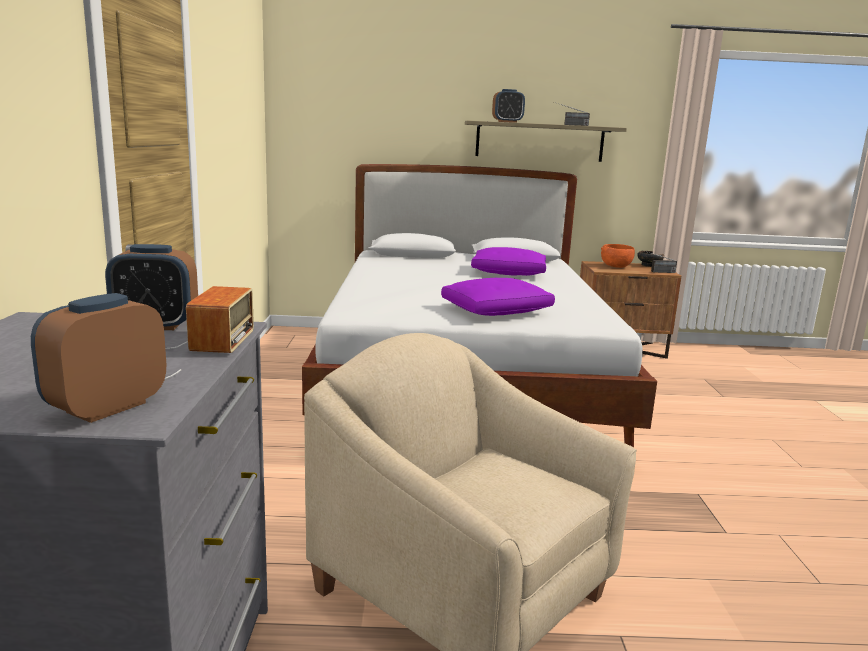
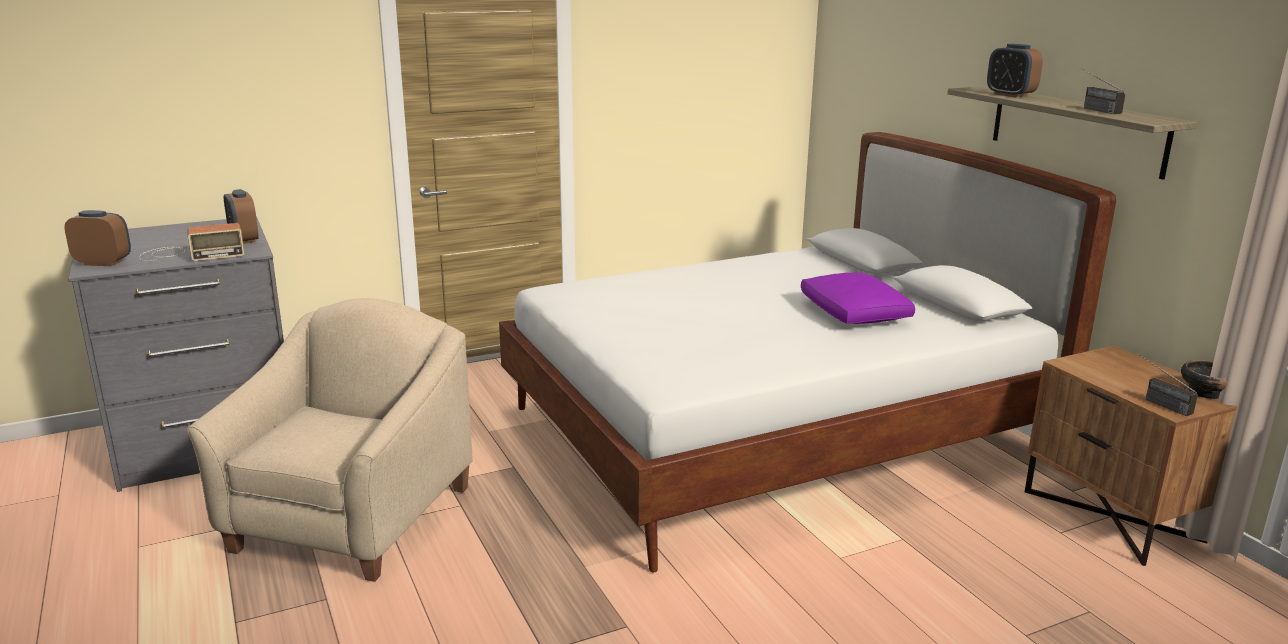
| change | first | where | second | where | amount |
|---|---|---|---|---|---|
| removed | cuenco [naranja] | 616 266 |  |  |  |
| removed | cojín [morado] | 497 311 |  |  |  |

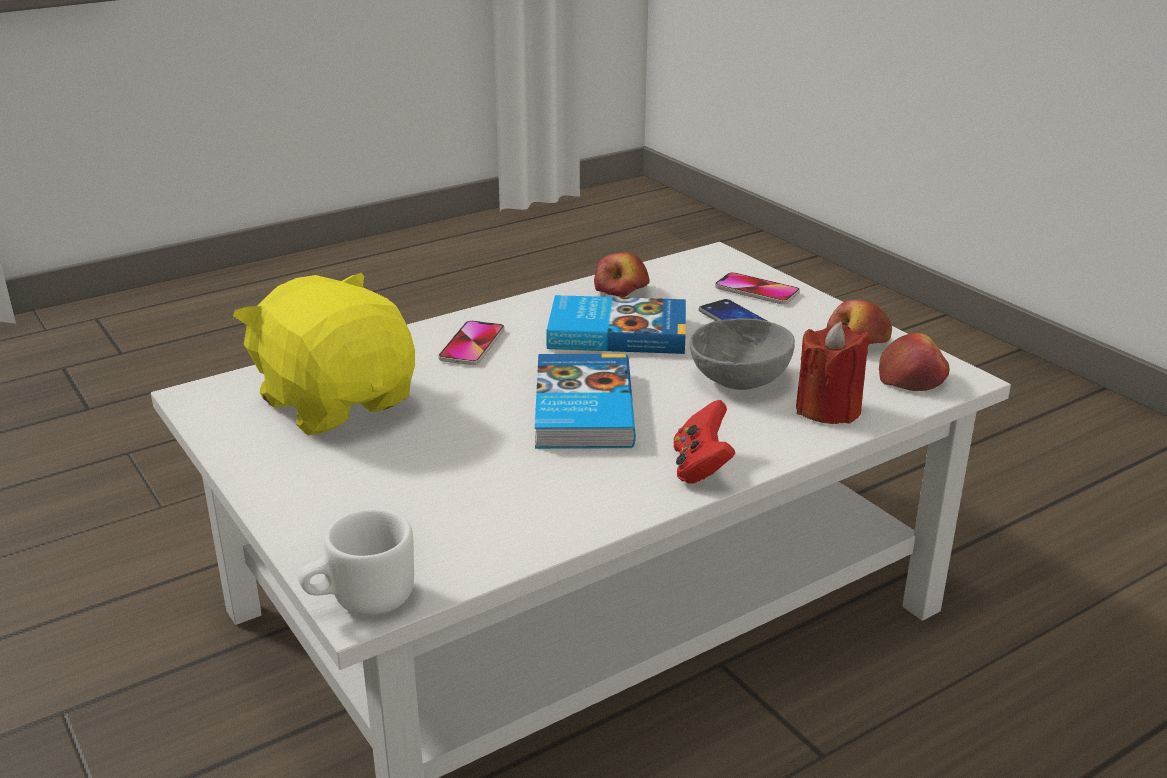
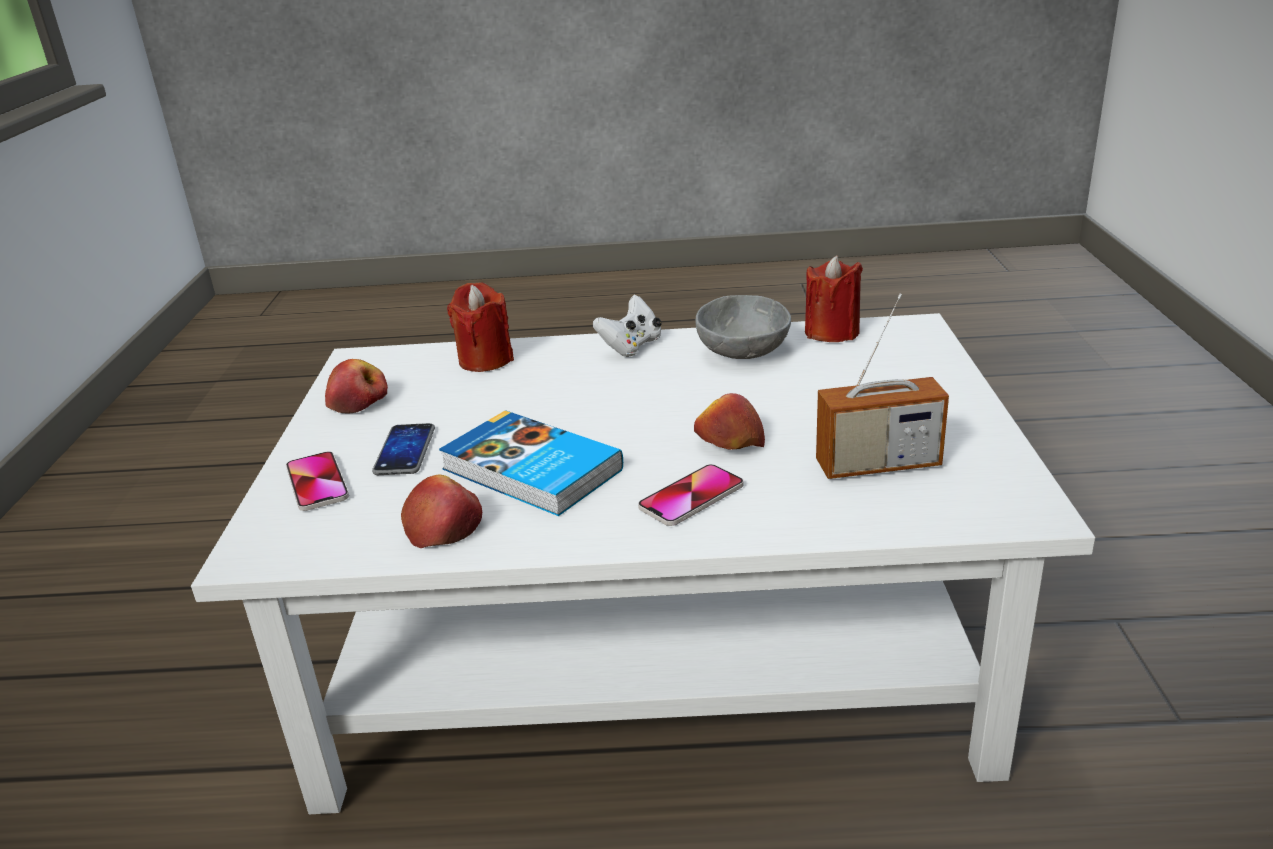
| change | first | where | second | where | amount |
|---|---|---|---|---|---|
| replaced | peluche [amarillo] | 337 402 | radio | 878 465 |  |
| moved | cuenco [gris] | 737 379 |  | 745 352 |  |
| moved | manzana | 913 378 |  | 728 442 |  |
| removed | libro | 580 409 |  |  |  |
| recoloured | mando de consola [rojo] | 700 467 | mando de consola [blanco] | 631 346 |  |
| removed | taza grande [blanco] | 360 600 |  |  |  |
| added |  |  | vela [rojo] | 832 332 |  |

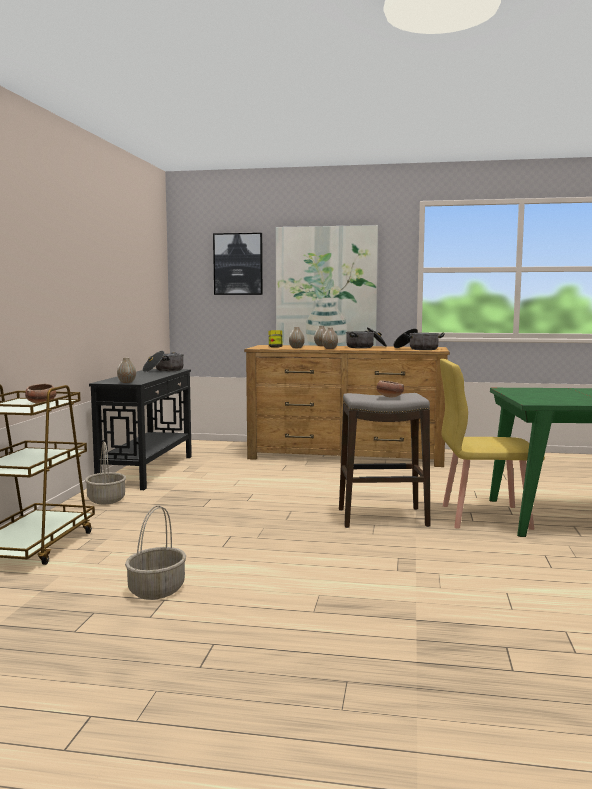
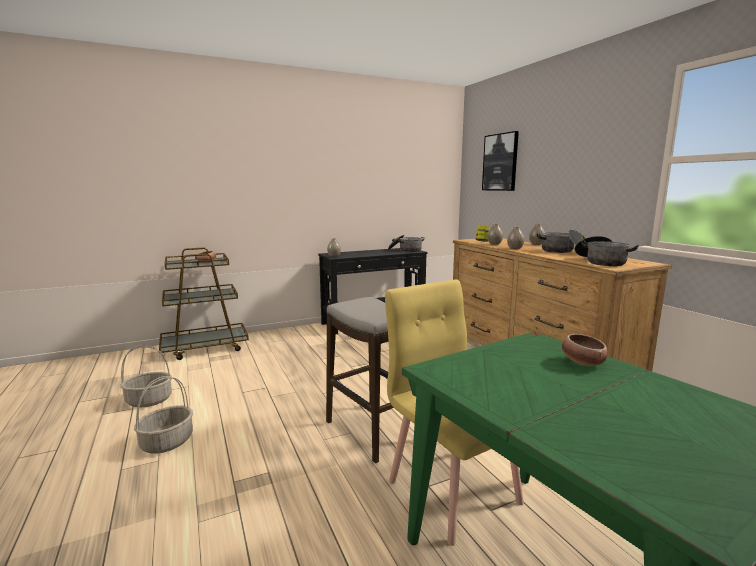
| change | first | where | second | where | amount |
|---|---|---|---|---|---|
| removed | cuadro | 326 295 |  |  |  |
| moved | cuenco | 389 397 |  | 582 362 |  |
| moved | cesta | 106 499 |  | 167 442 |  |

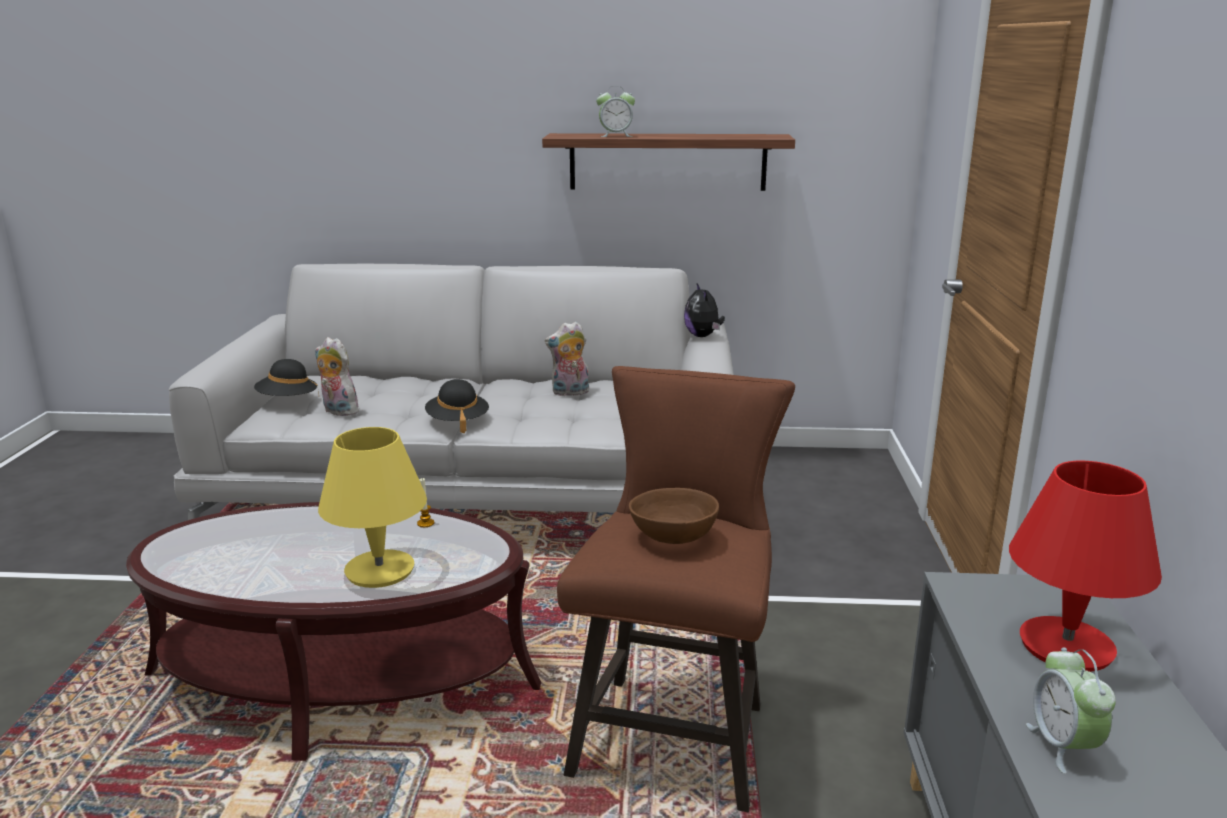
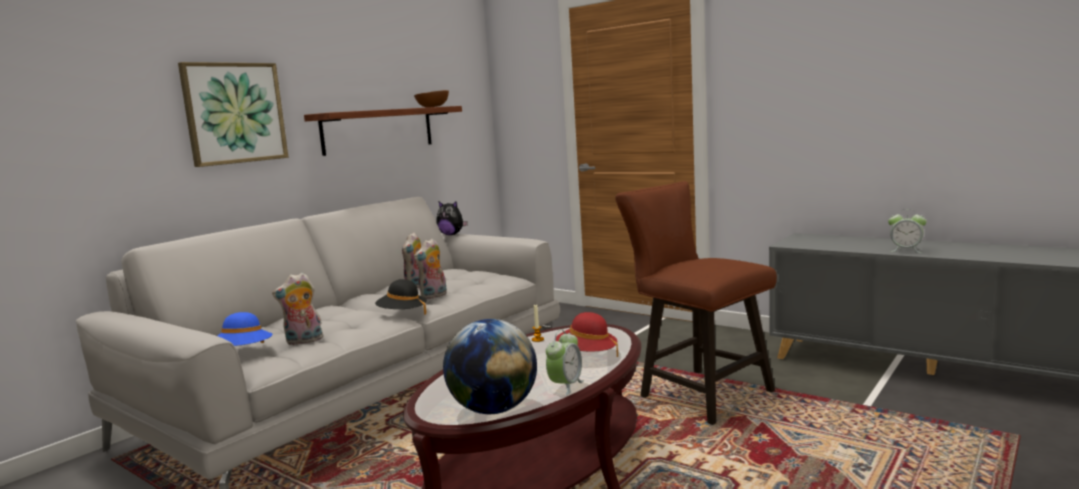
| change | first | where | second | where | amount |
|---|---|---|---|---|---|
| moved | despertador | 615 136 |  | 565 386 |  |
| recoloured | sombrero [negro] | 287 400 | sombrero [azul] | 243 353 |  |
| replaced | lámpara de mesa [amarillo] | 379 571 | sombrero [rojo] | 587 355 |  |
| removed | lámpara de mesa [rojo] | 1066 647 |  |  |  |
| moved | cuenco [marrón] | 675 537 |  | 433 107 |  |
| added |  |  | cuadro | 234 113 |  |
| added |  |  | peluche | 434 296 |  |
| added |  |  | globo terráqueo | 493 410 |  |

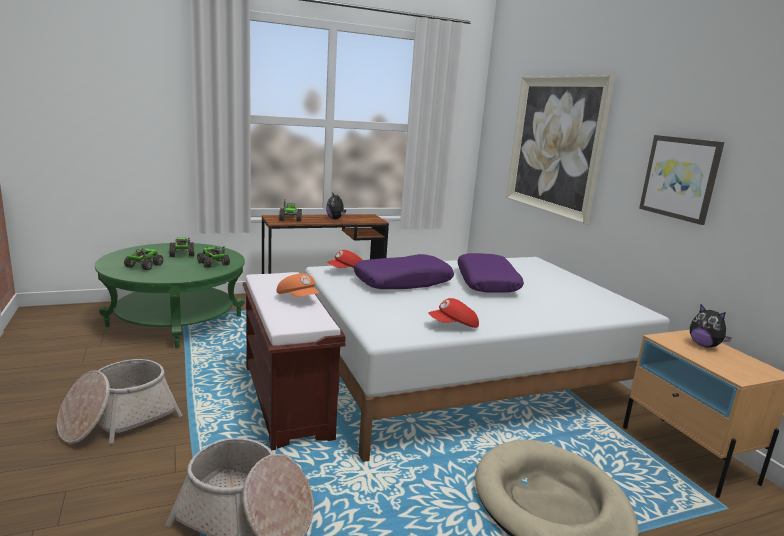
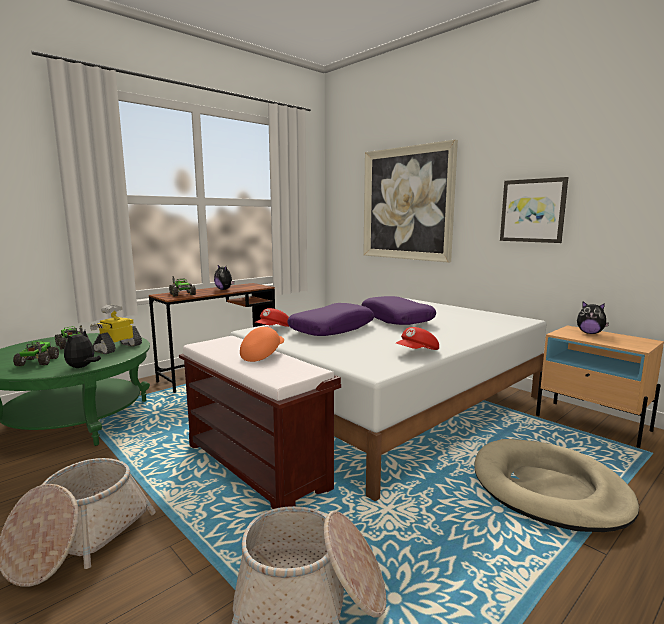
| change | first | where | second | where | amount |
|---|---|---|---|---|---|
| replaced | camión de juguete | 213 264 | robot de juguete | 117 348 |  |
| turned | gorra [naranja] | 298 298 |  | 262 355 | 90 degrees counterclockwise |
| added |  |  | peluche | 82 367 |  |

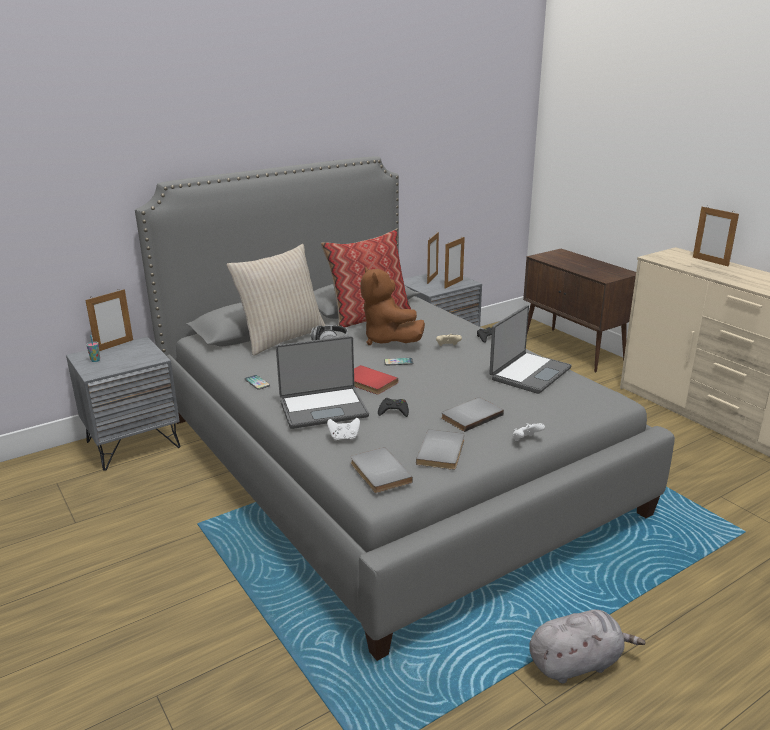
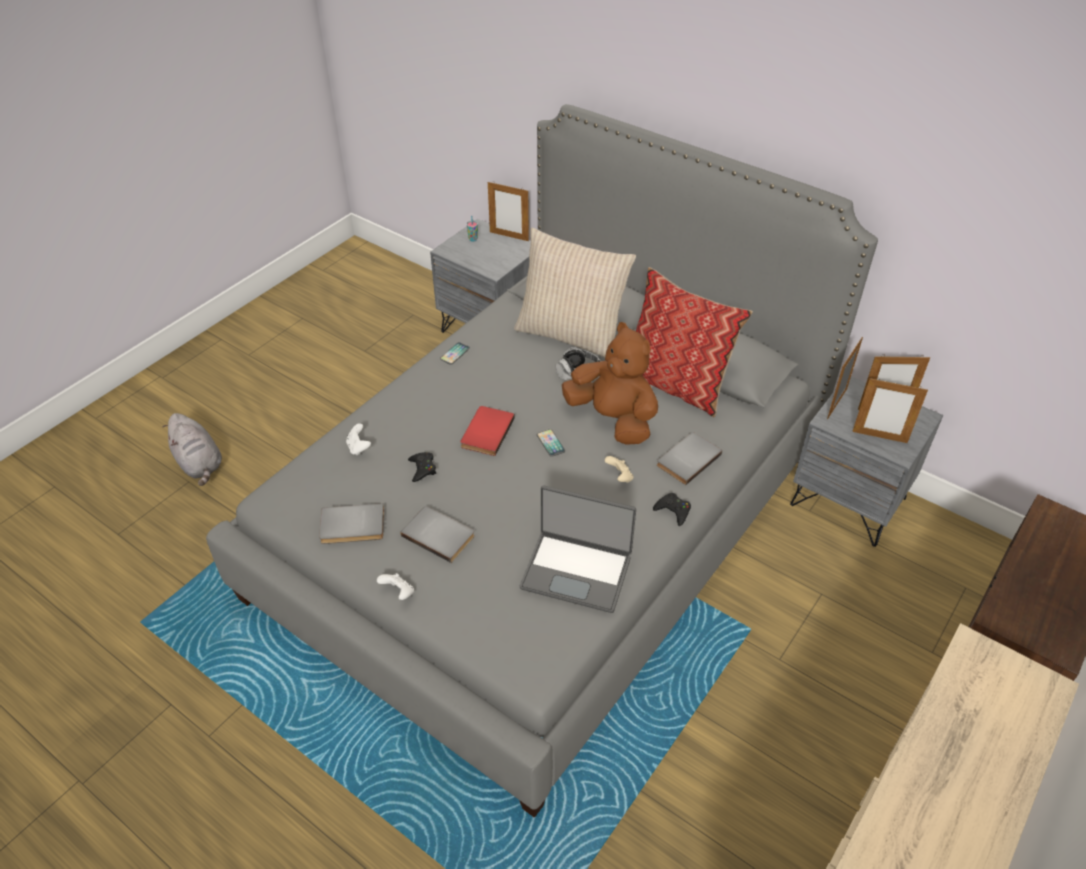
| change | first | where | second | where | amount |
|---|---|---|---|---|---|
| moved | portarretratos | 710 261 |  | 837 404 |  |
| turned | peluche [marrón] | 388 340 |  | 613 419 | 90 degrees clockwise |
| removed | portátil | 323 408 |  |  |  |
| moved | libro [gris] | 378 473 |  | 687 459 |  |
| moved | peluche [gris] | 577 663 |  | 199 464 |  |

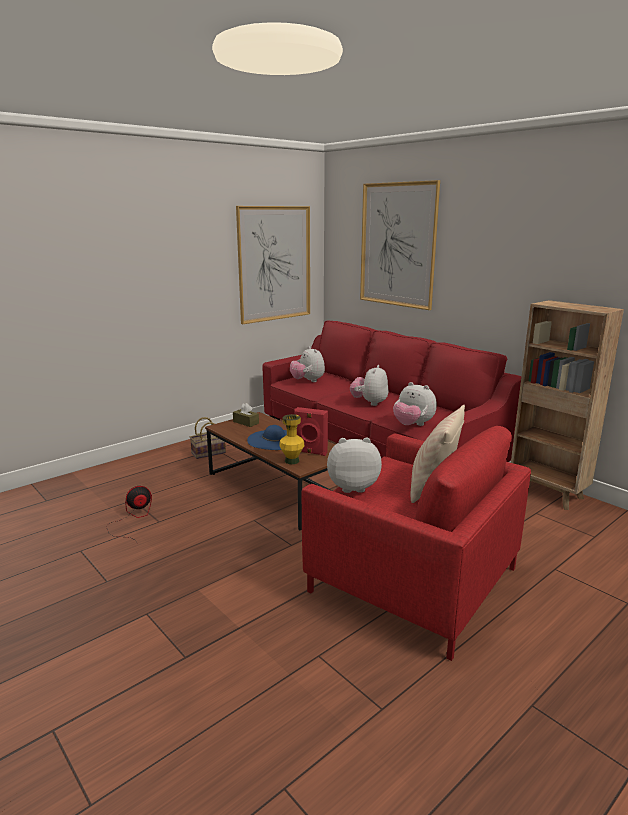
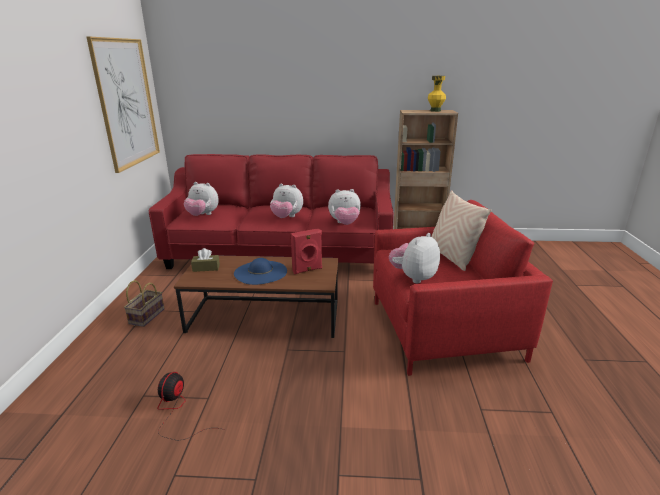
| change | first | where | second | where | amount |
|---|---|---|---|---|---|
| removed | cuadro | 397 245 |  |  |  |
| turned | peluche | 369 403 |  | 286 217 | 45 degrees counterclockwise |
| moved | florero [amarillo] | 291 461 |  | 435 111 |  |

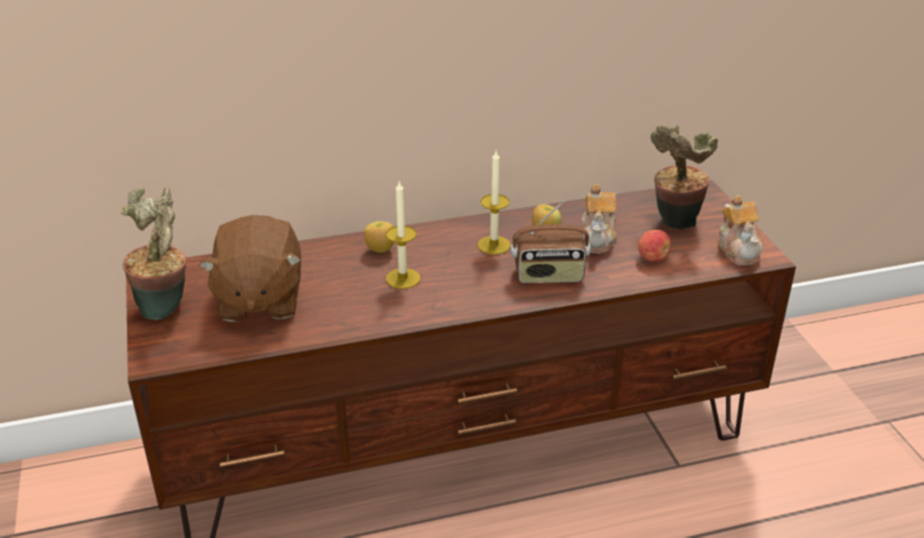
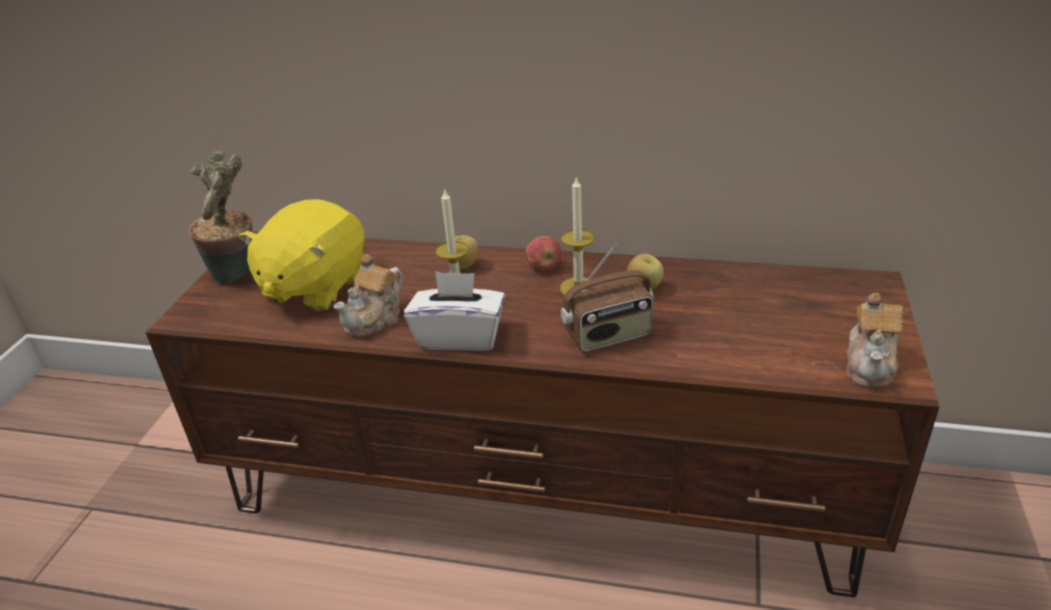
| change | first | where | second | where | amount |
|---|---|---|---|---|---|
| removed | planta en maceta | 674 223 |  |  |  |
| moved | tetera | 598 239 |  | 375 319 |  |
| turned | radio | 549 276 |  | 608 336 | 45 degrees counterclockwise |
| recoloured | peluche [marrón] | 259 300 | peluche [amarillo] | 314 287 |  |
| moved | manzana | 653 258 |  | 544 267 |  |
| added |  |  | caja de pañuelos [blanco] | 460 336 |  |

